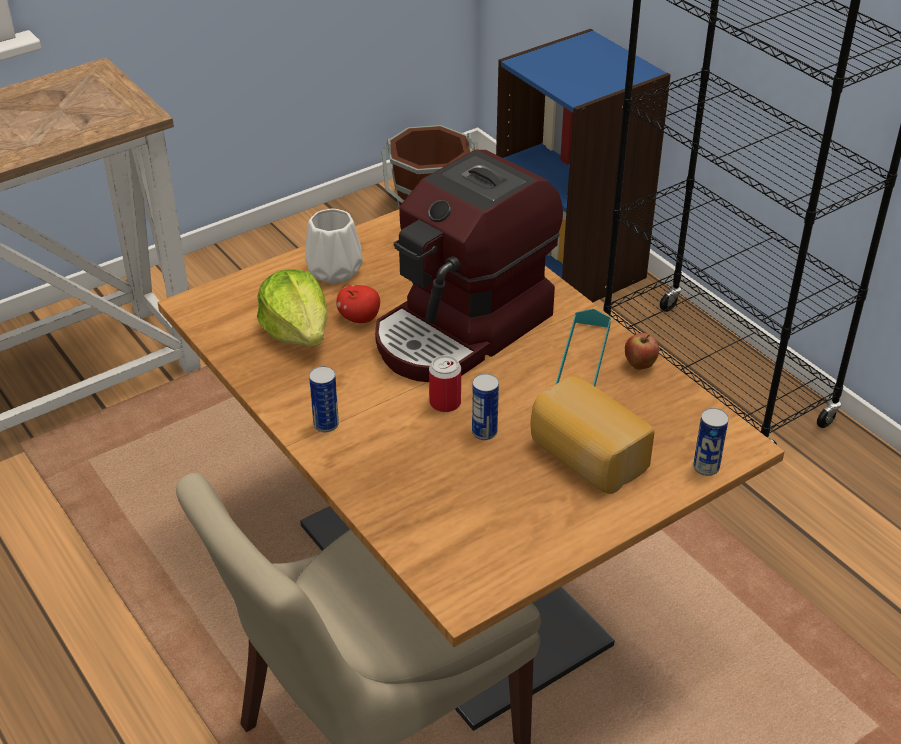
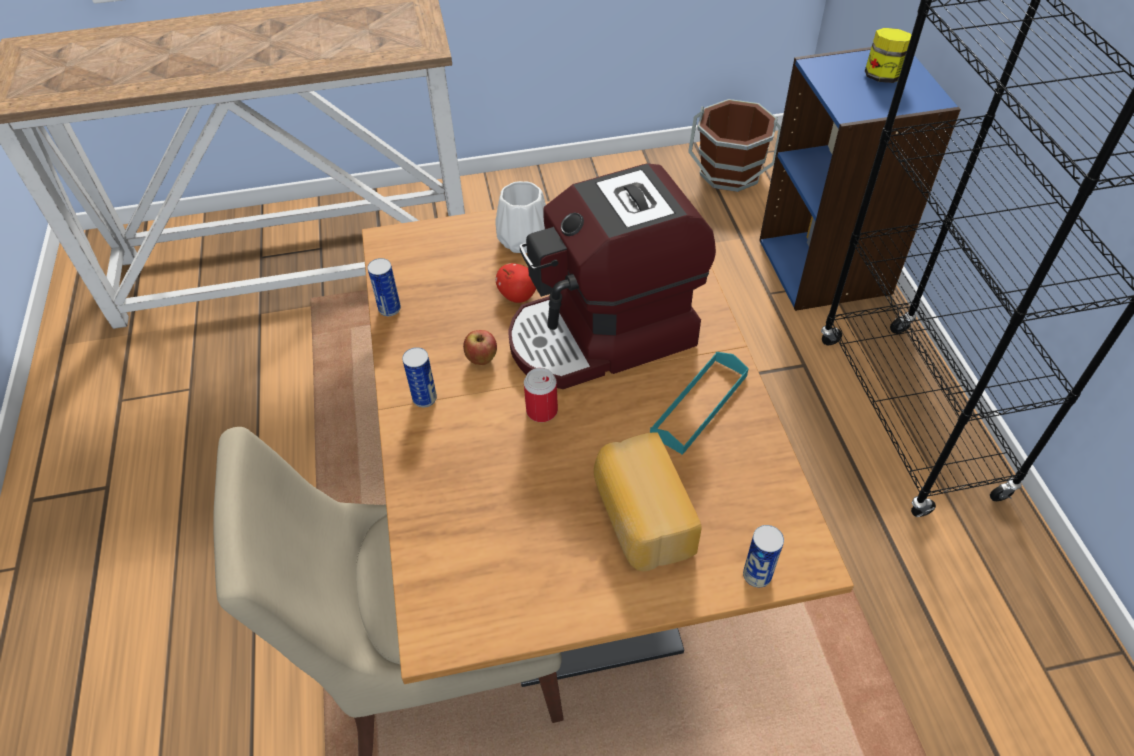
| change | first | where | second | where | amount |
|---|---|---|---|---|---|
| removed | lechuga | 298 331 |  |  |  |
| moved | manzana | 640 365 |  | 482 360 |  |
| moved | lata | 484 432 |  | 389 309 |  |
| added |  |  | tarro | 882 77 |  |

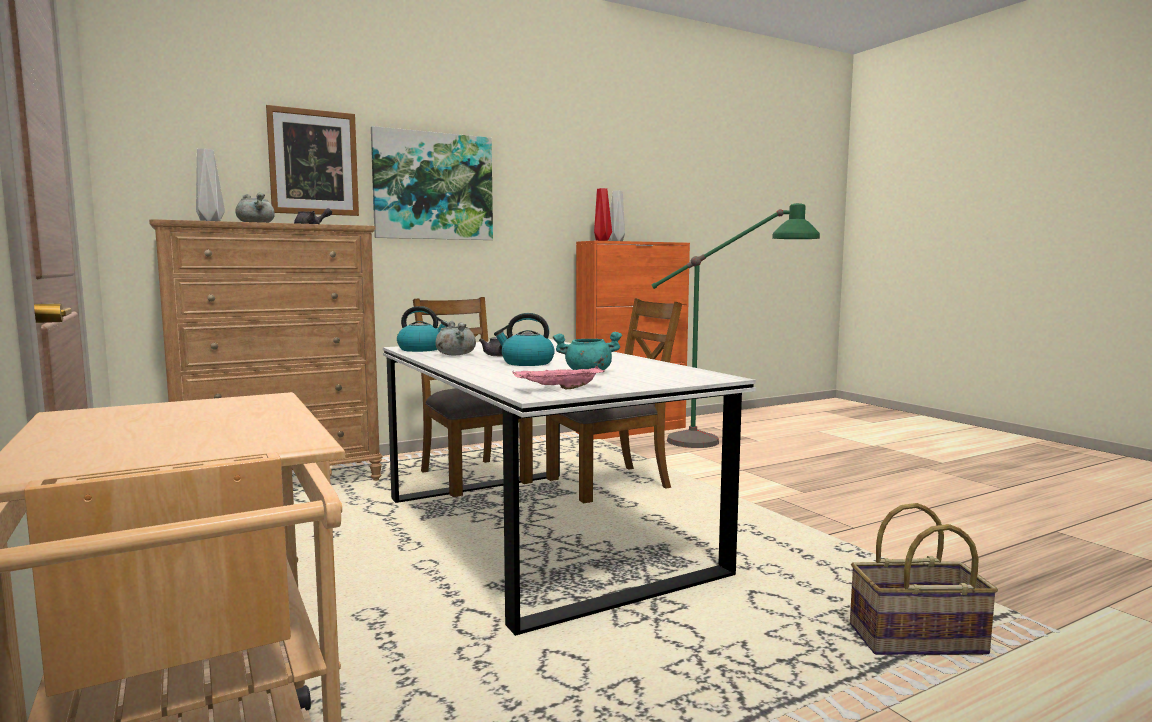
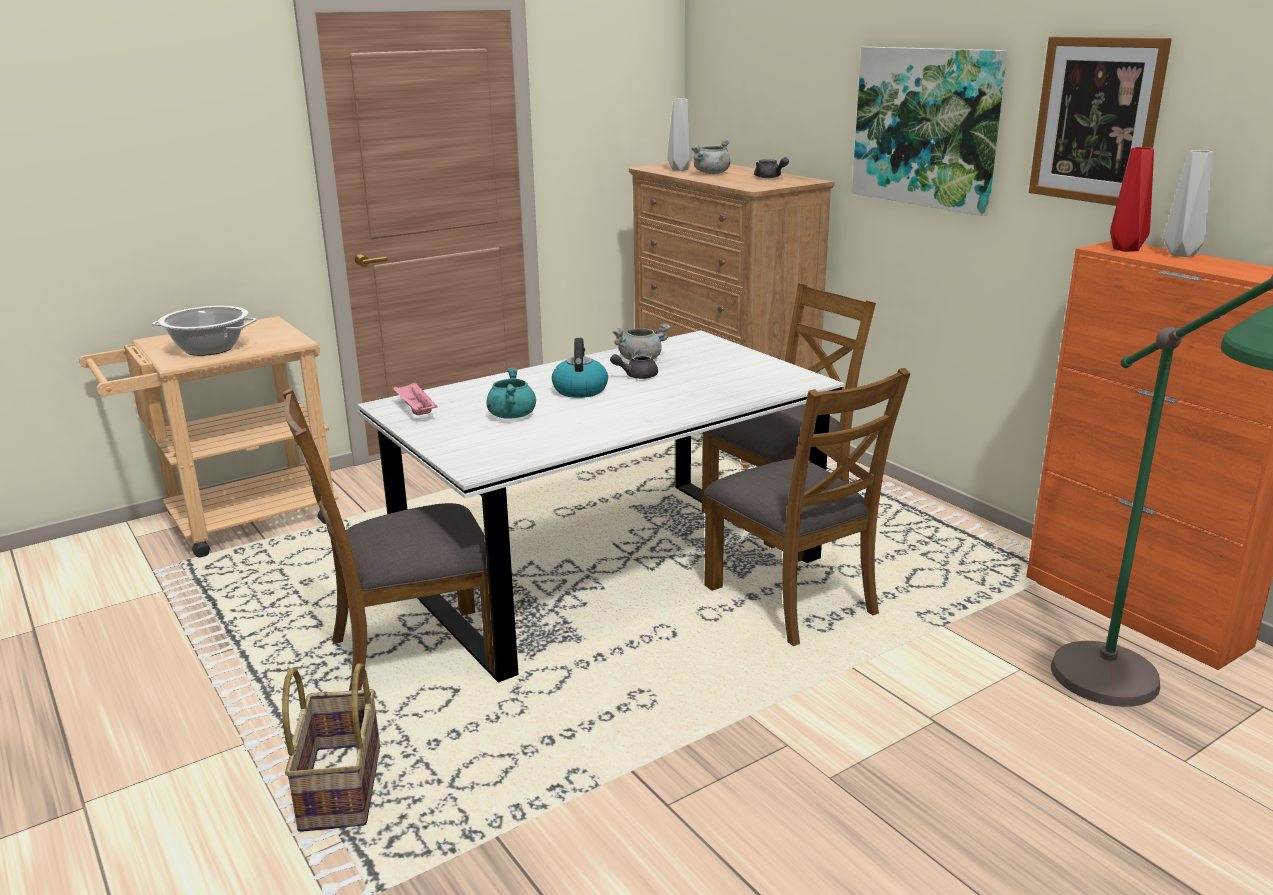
| change | first | where | second | where | amount |
|---|---|---|---|---|---|
| moved | cuadro | 313 162 |  | 1096 121 |  |
| removed | hervidor | 421 349 |  |  |  |
| added |  |  | olla | 208 349 |  |
| added |  |  | silla [marrón] | 413 654 |  |

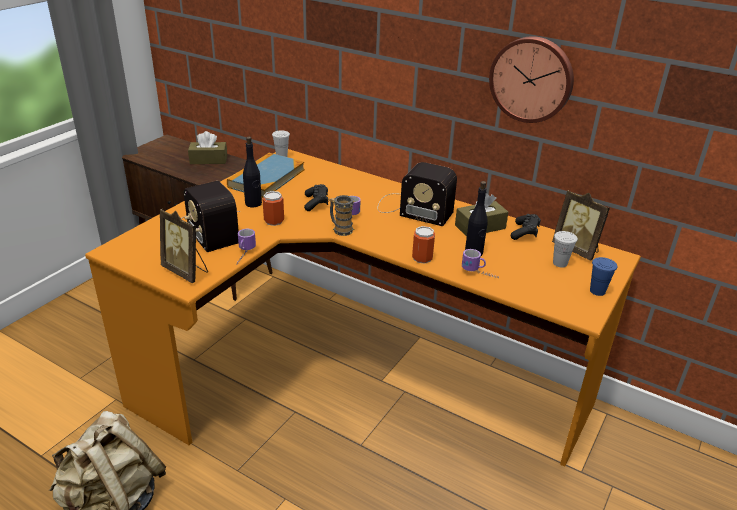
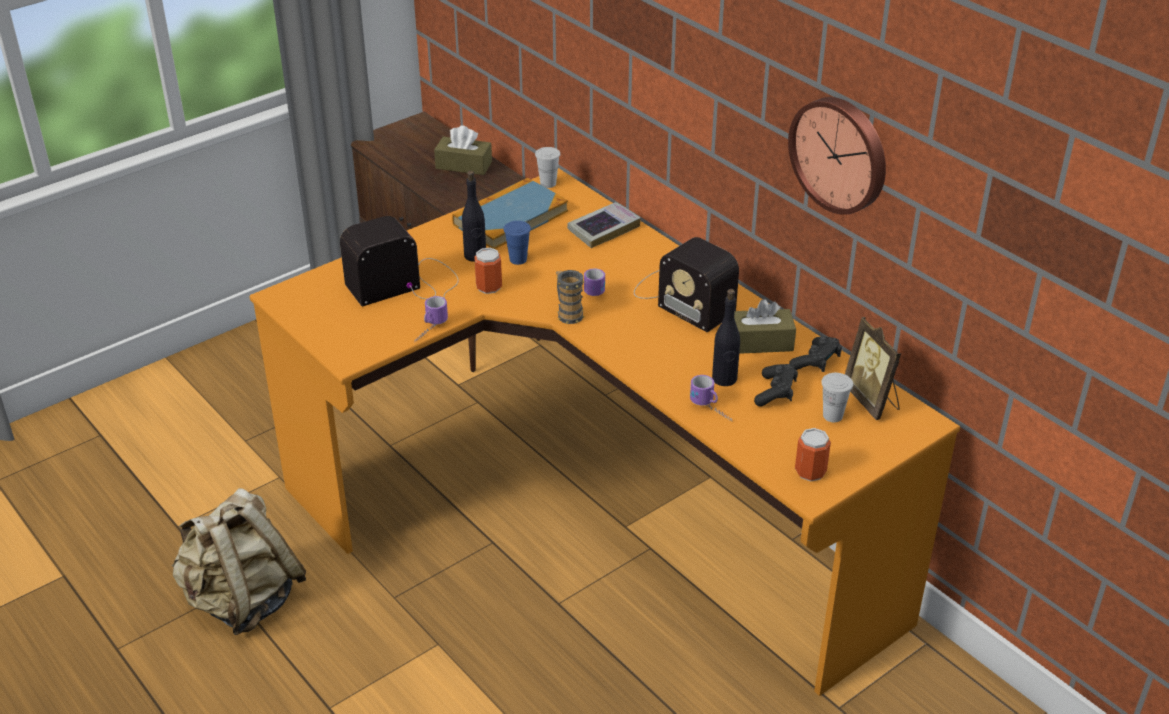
| change | first | where | second | where | amount |
|---|---|---|---|---|---|
| turned | radio | 210 227 |  | 406 282 | 75 degrees clockwise |
| moved | mando de consola [negro] | 316 203 |  | 775 393 |  |
| removed | portarretratos | 186 271 |  |  |  |
| moved | lata | 422 258 |  | 810 472 |  |
| moved | taza [azul] | 597 291 |  | 518 259 |  |
| added |  |  | libro | 603 229 |  |

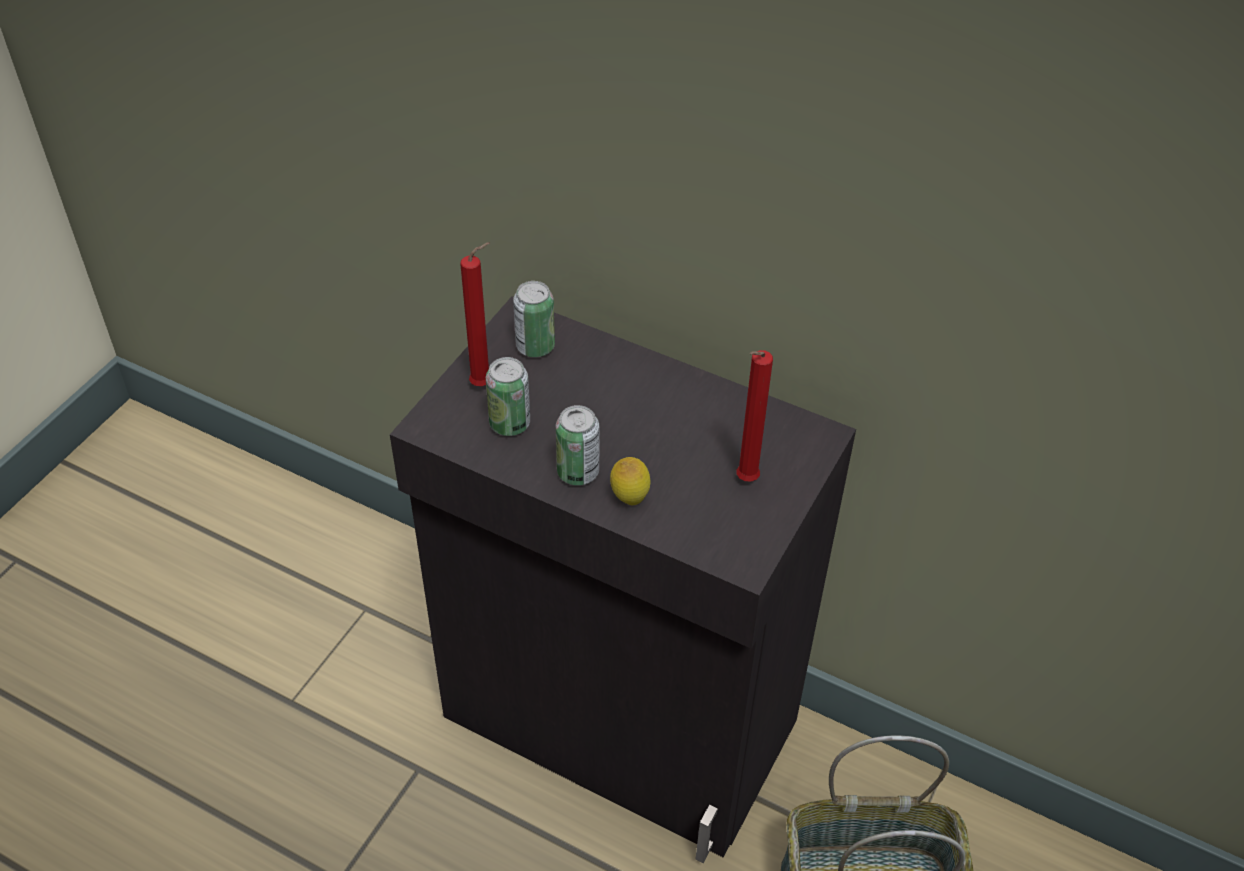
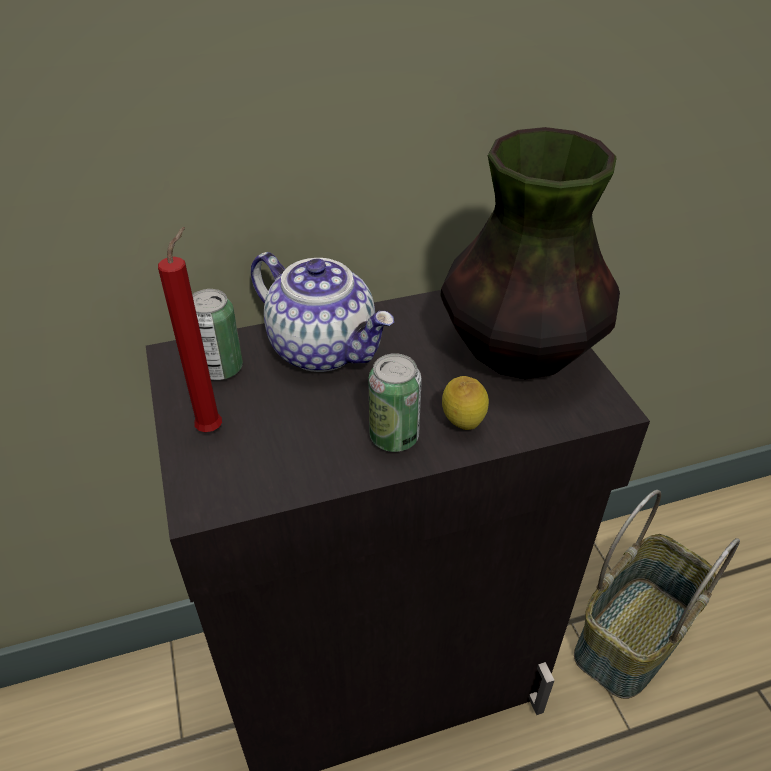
| change | first | where | second | where | amount |
|---|---|---|---|---|---|
| replaced | vela [rojo] | 744 481 | florero | 519 352 |  |
| removed | lata | 509 424 |  |  |  |
| added |  |  | tetera | 324 348 |  |

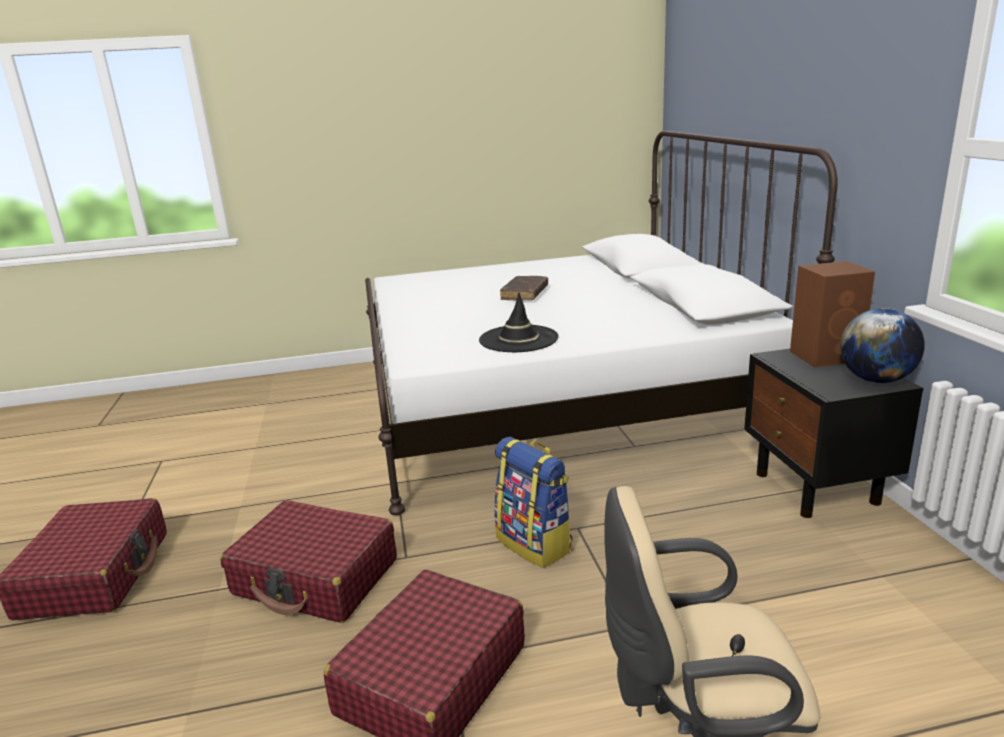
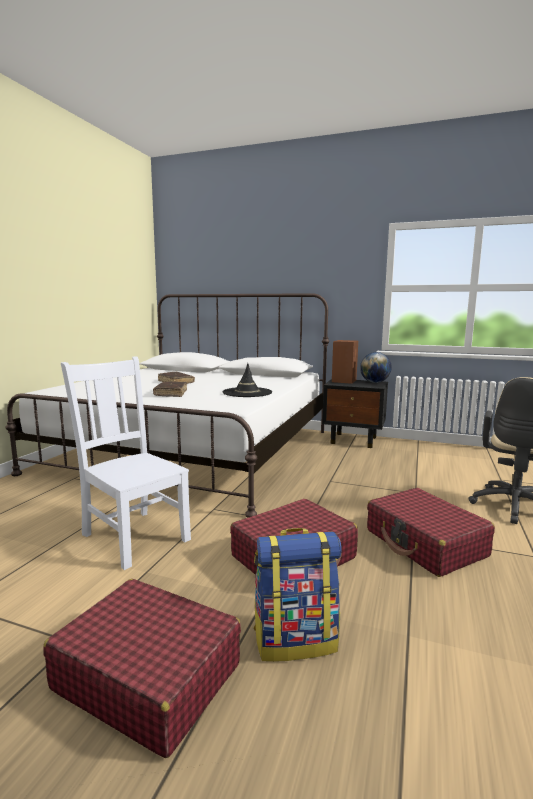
| change | first | where | second | where | amount |
|---|---|---|---|---|---|
| moved | mochila | 535 544 |  | 295 639 |  |
| added |  |  | silla [blanco] | 134 536 |  |
| added |  |  | libro [marrón] | 171 393 |  |

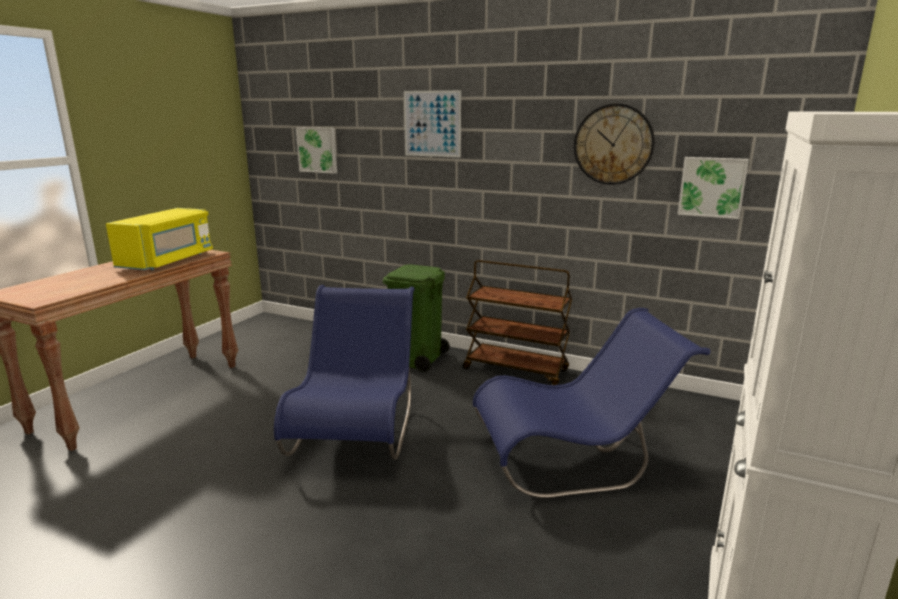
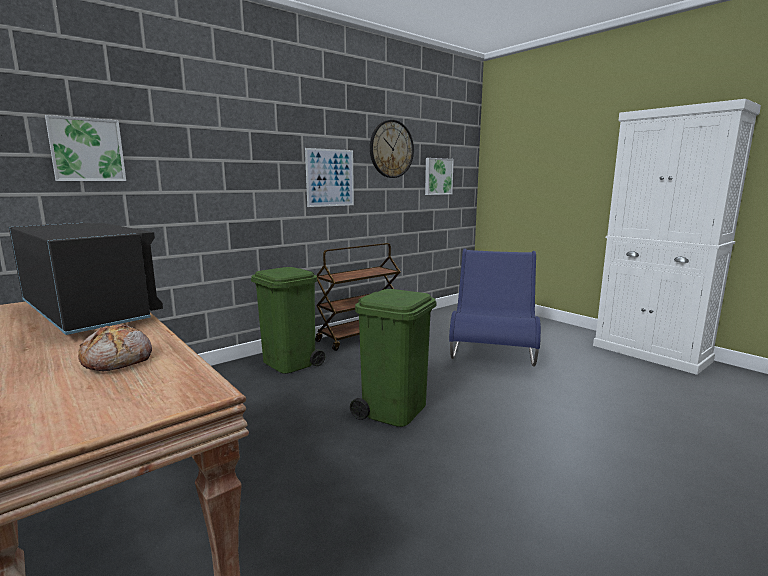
| change | first | where | second | where | amount |
|---|---|---|---|---|---|
| moved | cuadro | 432 124 |  | 330 178 |  |
| recoloured | microondas [amarillo] | 168 261 | microondas [negro] | 89 313 |  |
| replaced | silla [azul] | 356 427 | papelera [verde] | 394 409 |  |
| added |  |  | pan | 119 360 |  |

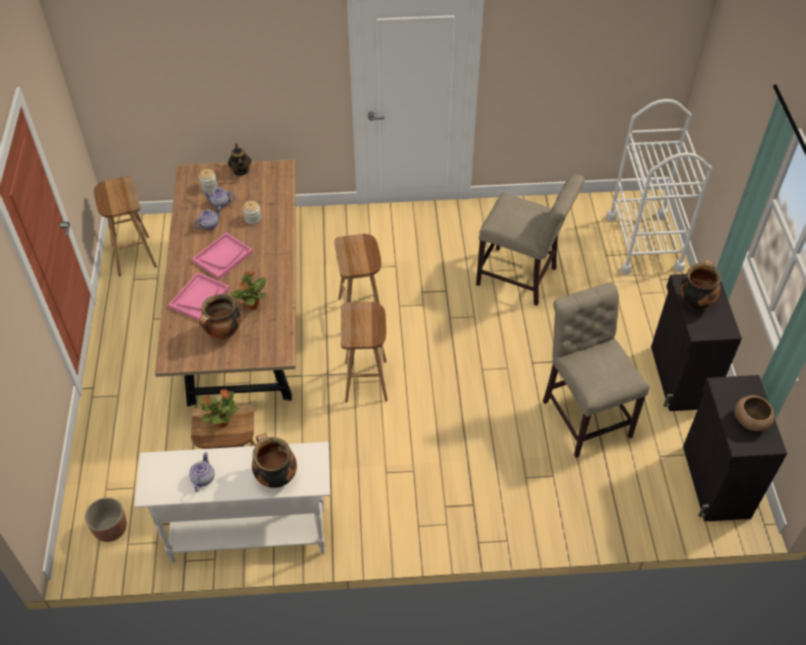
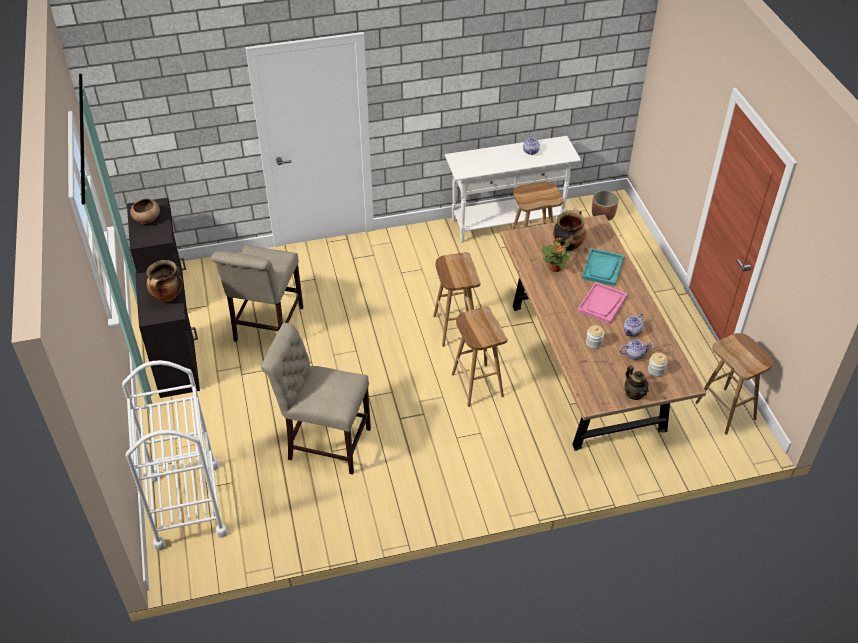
| change | first | where | second | where | amount |
|---|---|---|---|---|---|
| recoloured | bandeja [rosa] | 199 298 | bandeja [turquesa] | 602 268 |  |
| turned | silla [beis] | 584 414 |  | 266 327 | 45 degrees clockwise |
| removed | planta en maceta | 221 422 |  |  |  |
| removed | olla | 275 477 |  |  |  |

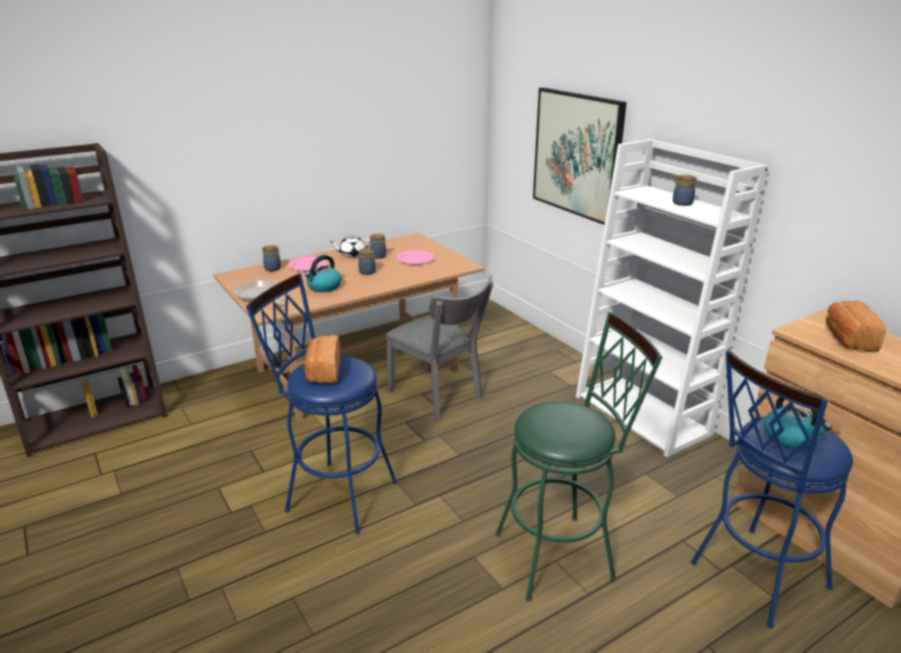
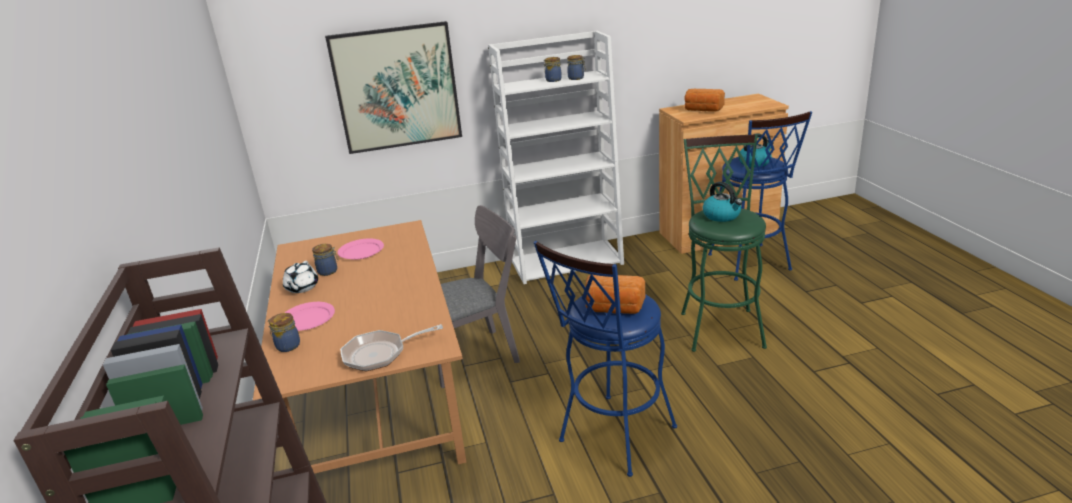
| change | first | where | second | where | amount |
|---|---|---|---|---|---|
| moved | tarro | 367 272 |  | 576 78 |  |
| moved | hervidor | 324 287 |  | 722 216 |  |

